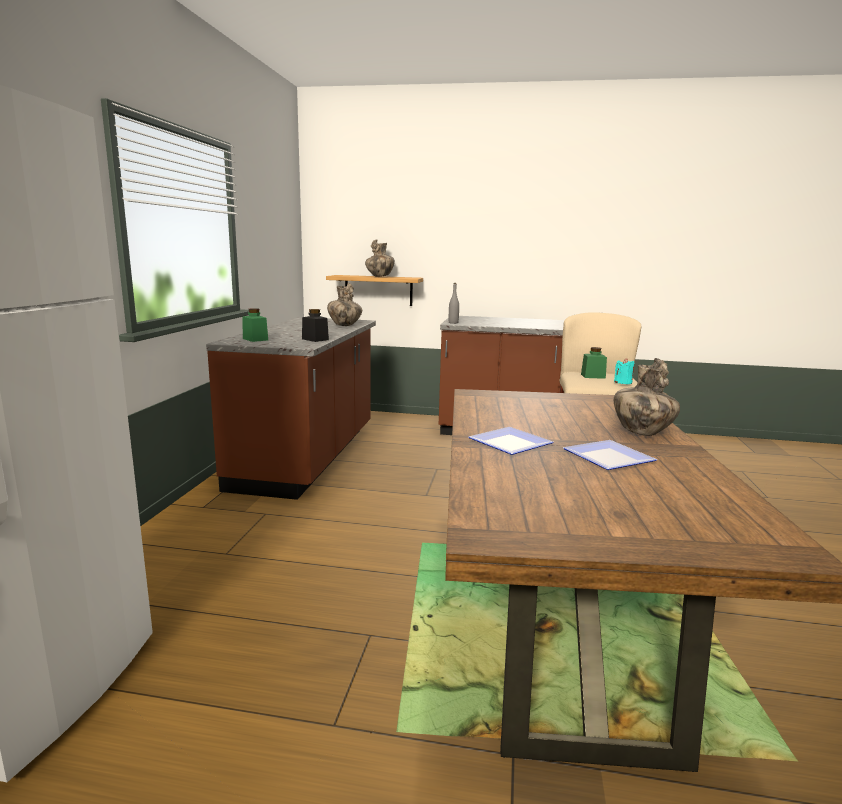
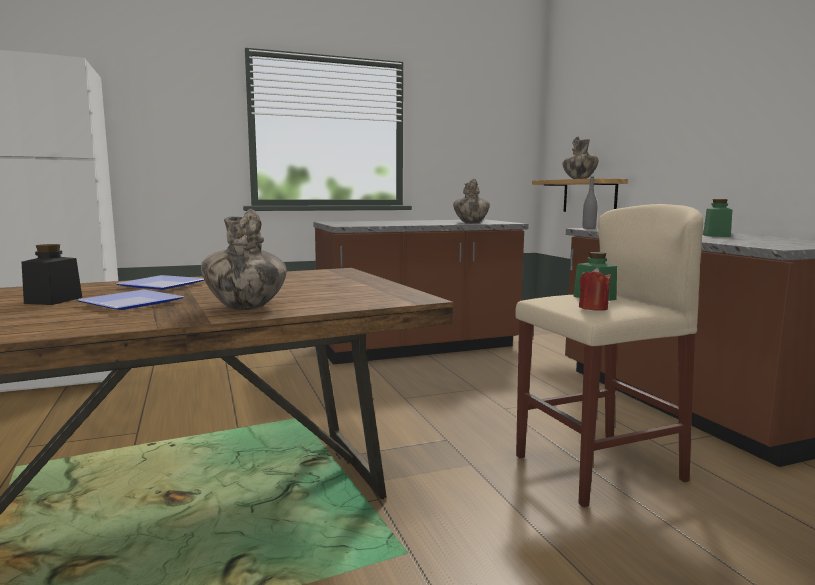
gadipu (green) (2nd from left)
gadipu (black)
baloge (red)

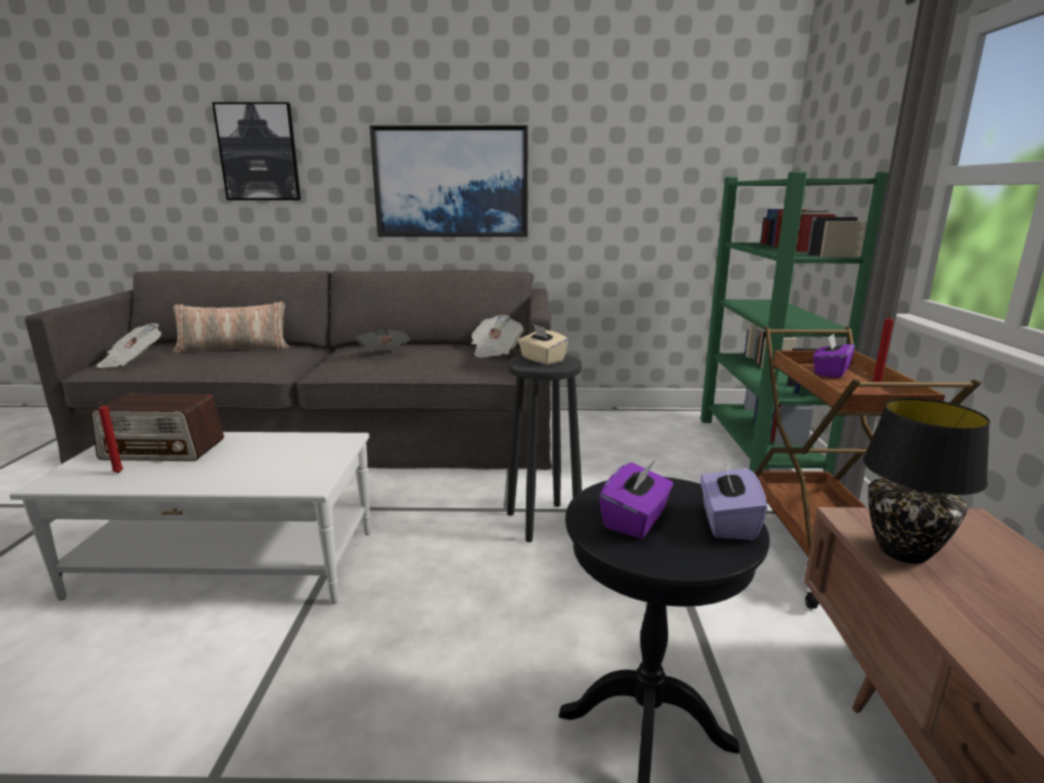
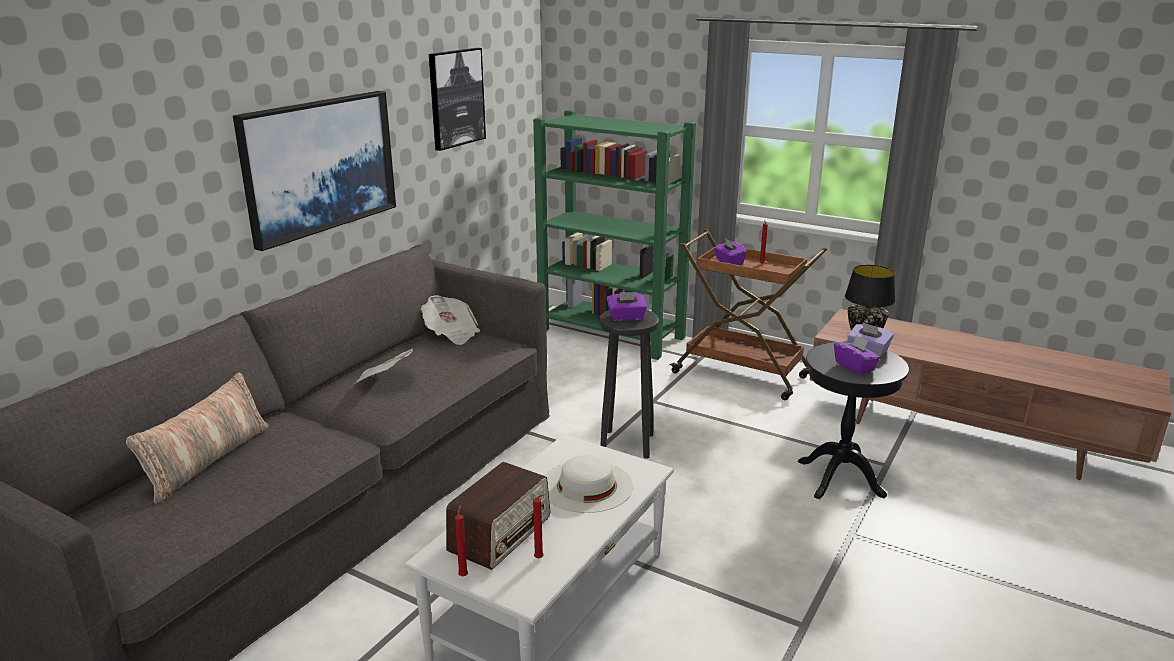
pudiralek (1st from left in the first image)
baloge (red) (1st from left)
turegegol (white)
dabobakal (2nd from left)
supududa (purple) (1st from left)

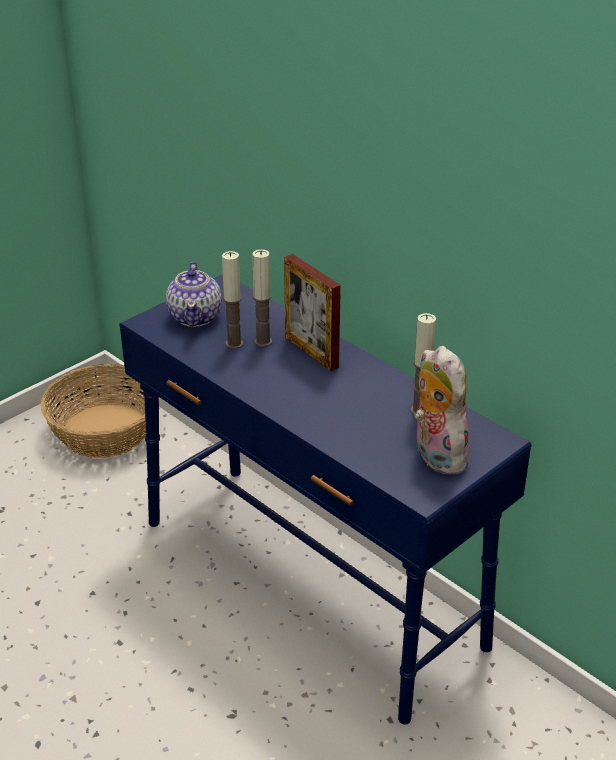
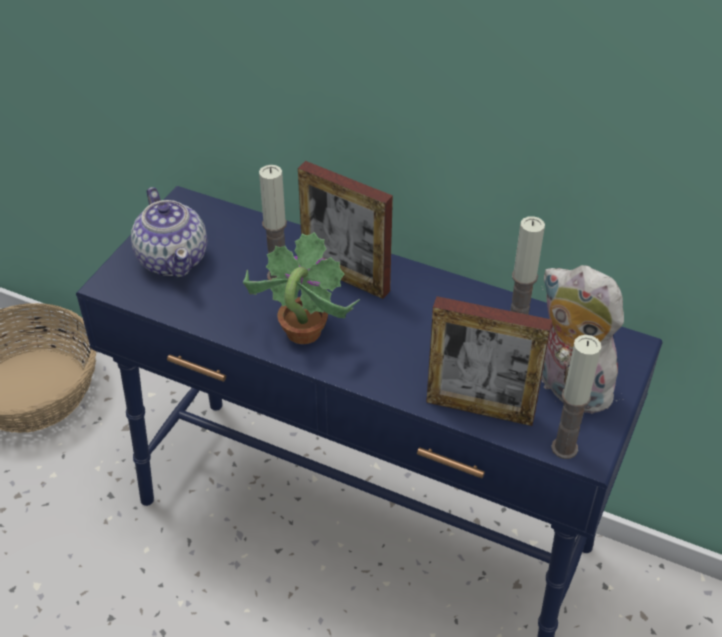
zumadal
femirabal (2nd from left)
baloge (3rd from left)

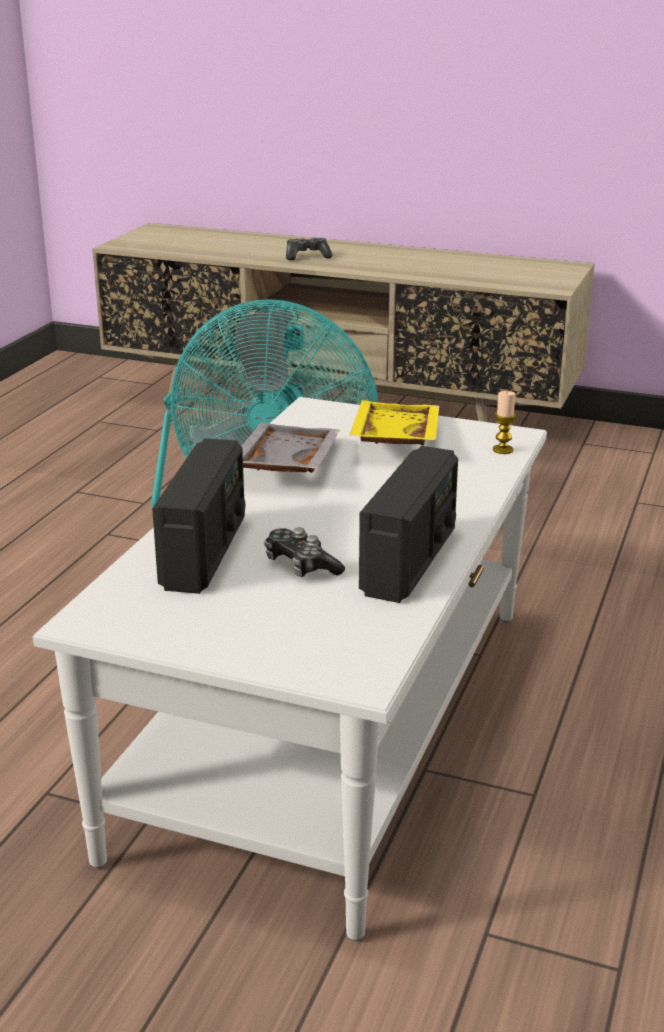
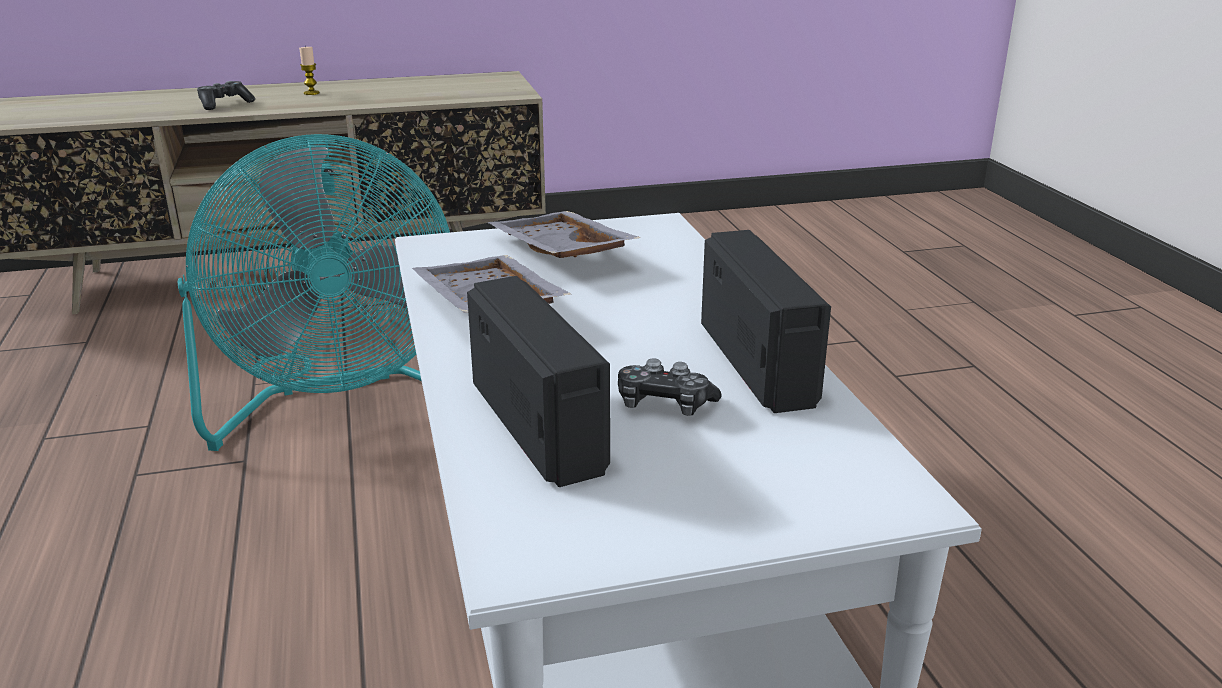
baloge
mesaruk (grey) (2nd from left)

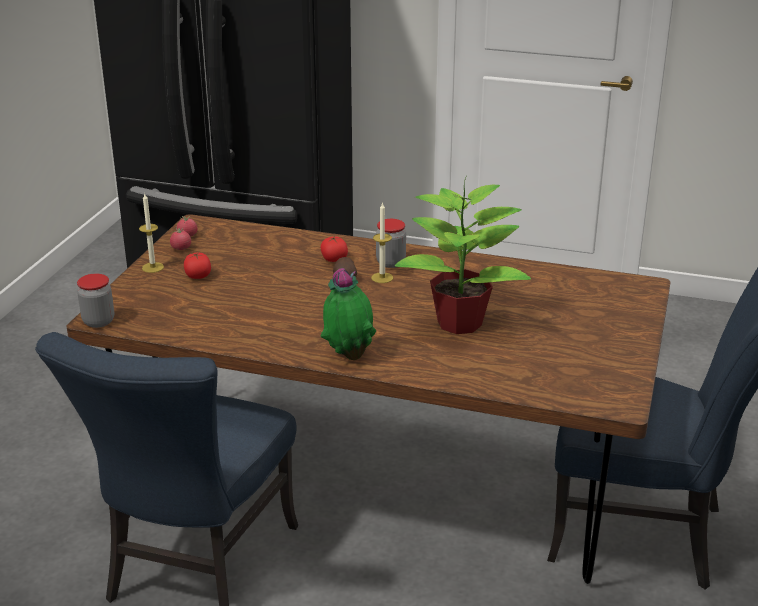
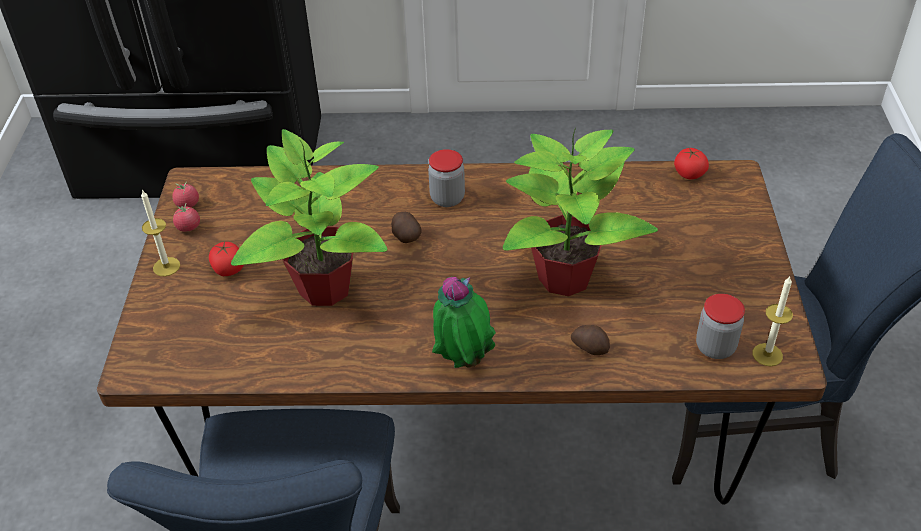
zumadal (1st from left)
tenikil (2nd from left)
gadipu (2nd from left)
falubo (4th from left)
baloge (2nd from left)

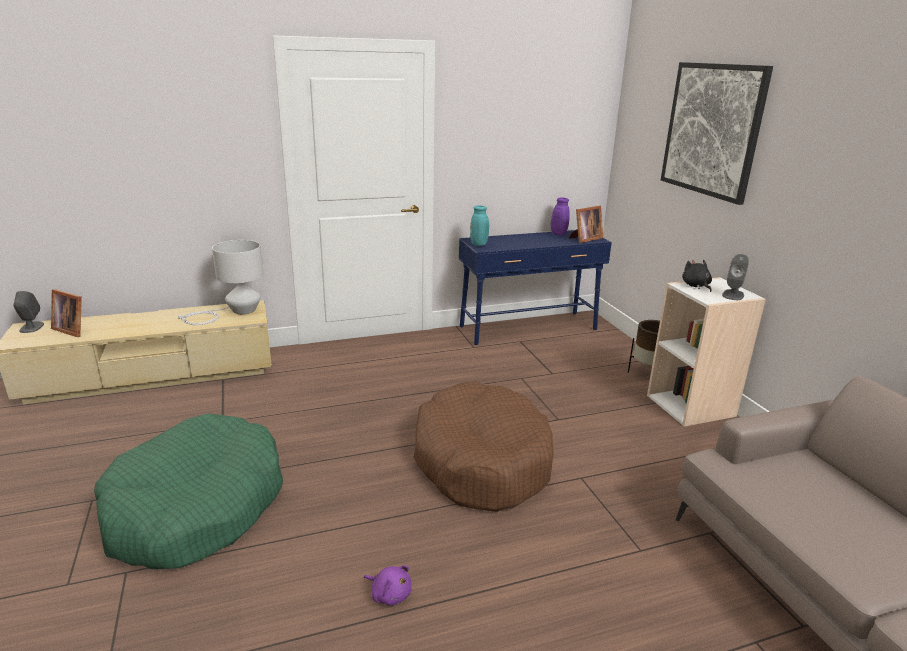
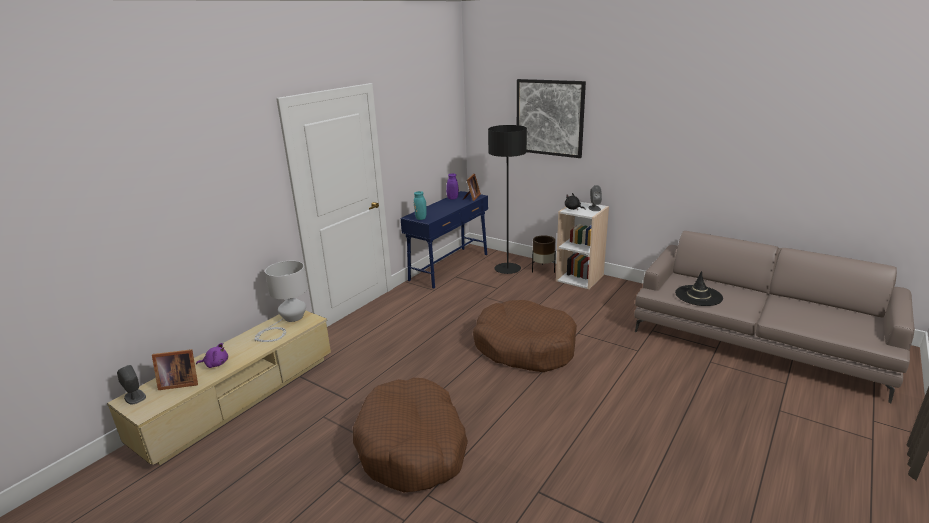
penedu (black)
turegegol (black)
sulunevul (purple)
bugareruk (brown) (1st from left)

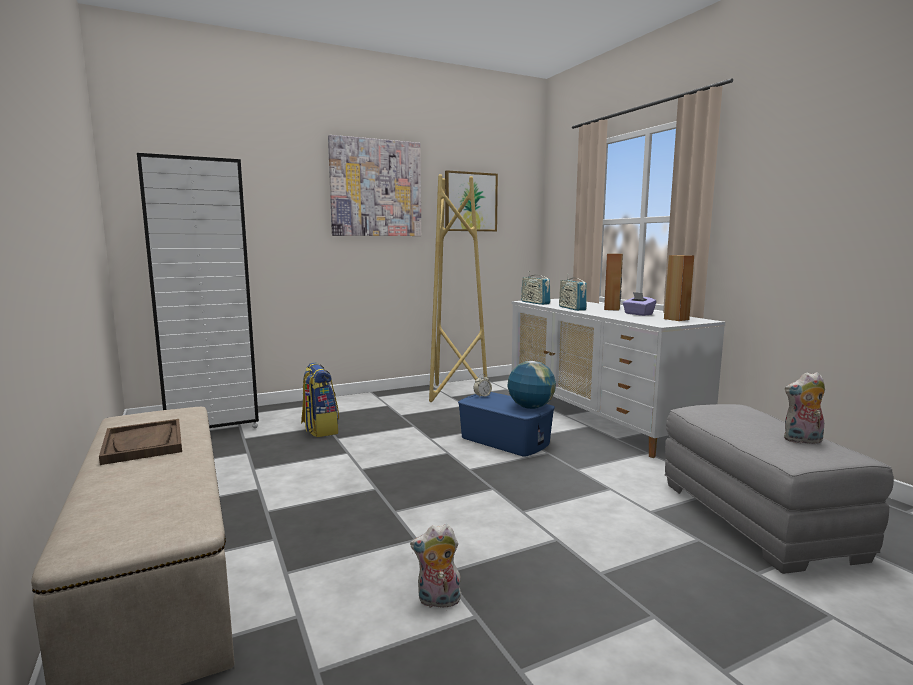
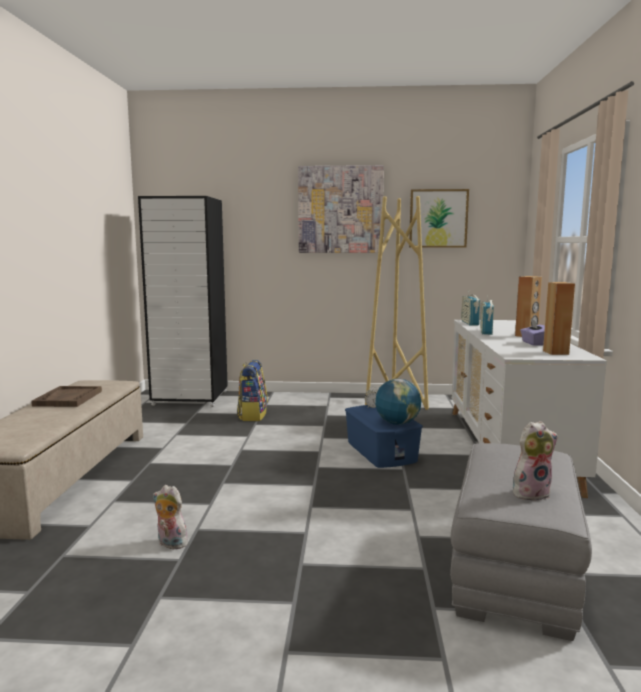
sulunevul (2nd from left)

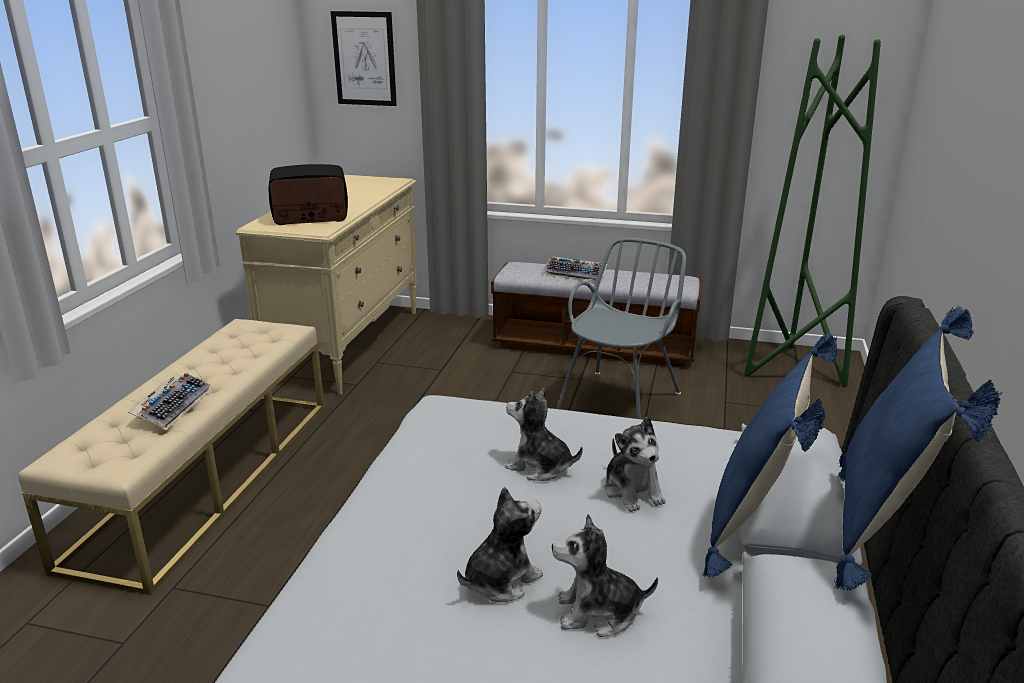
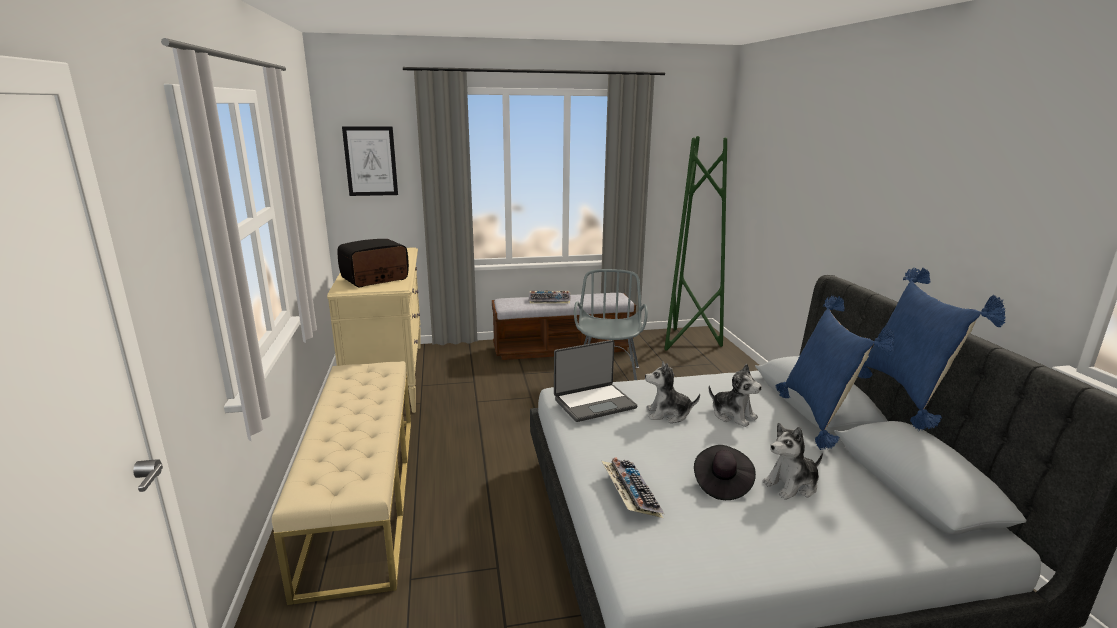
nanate
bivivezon (2nd from left)
turegegol (black)

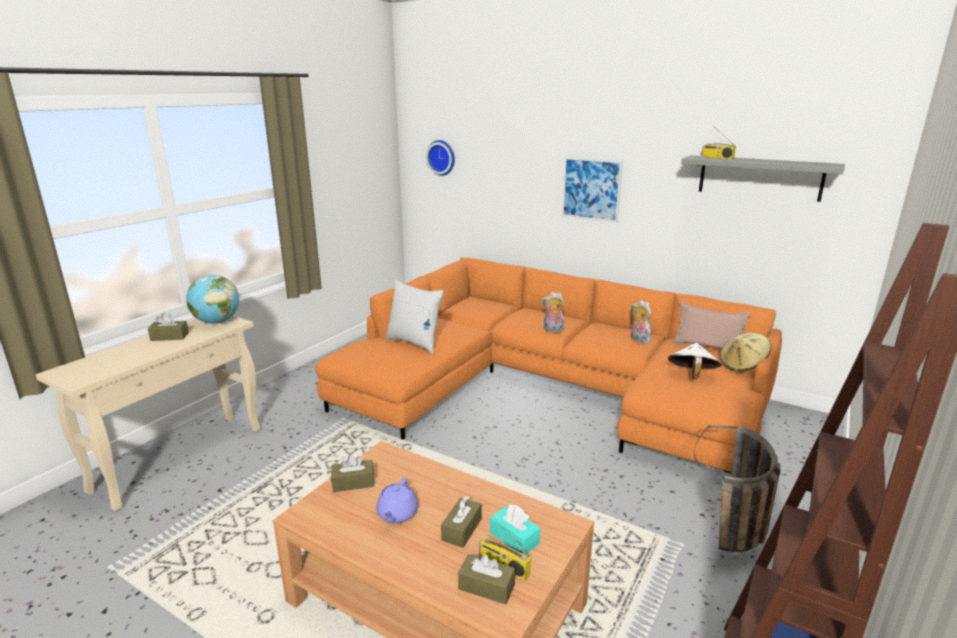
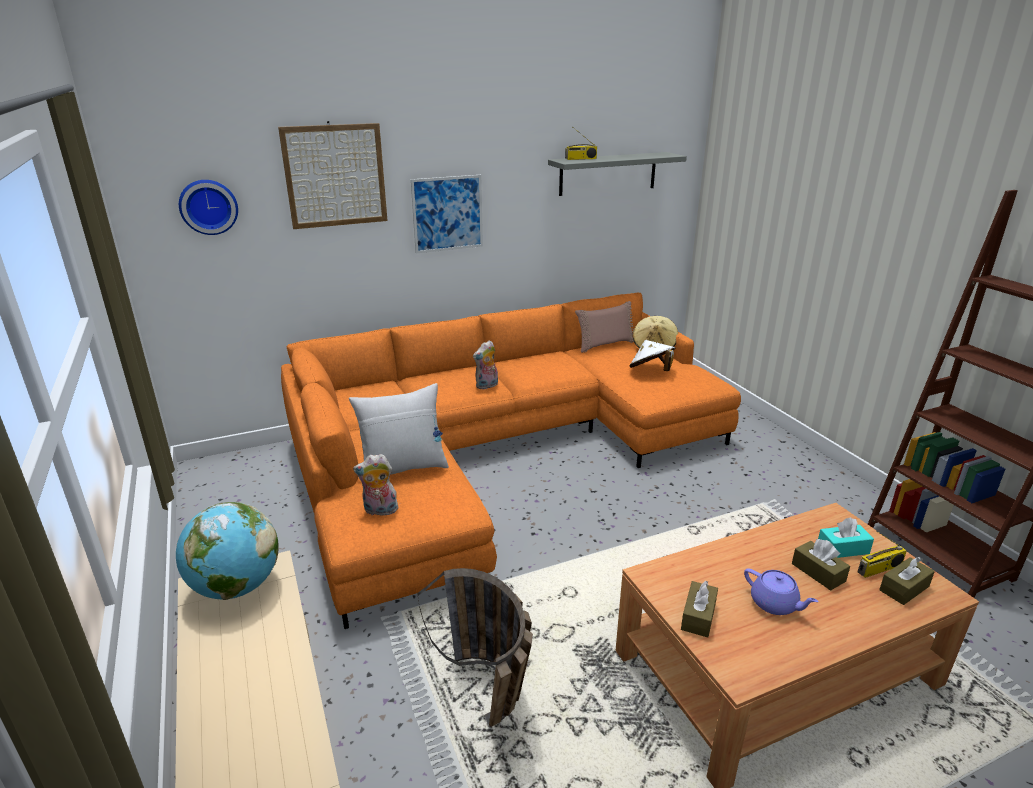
supududa (brown) (1st from left in the first image)
dabobakal (1st from left)
sulunevul (1st from left)
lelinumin

